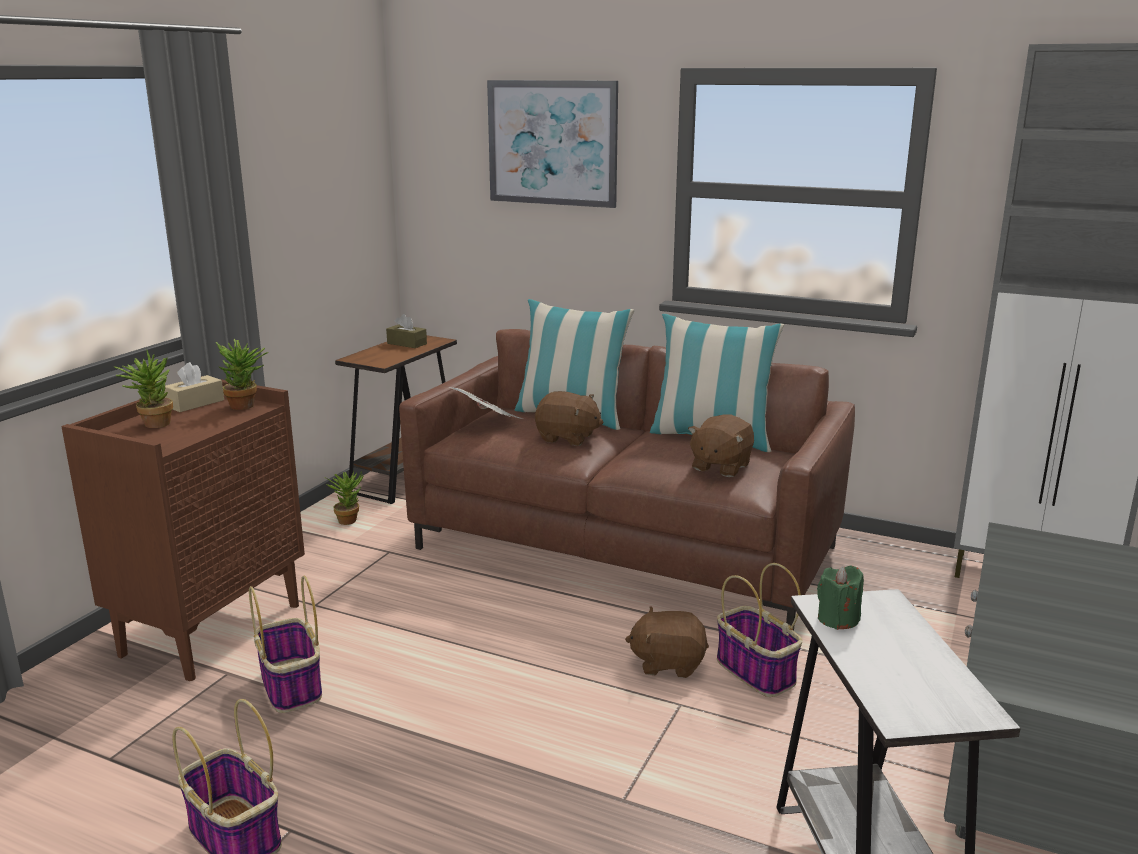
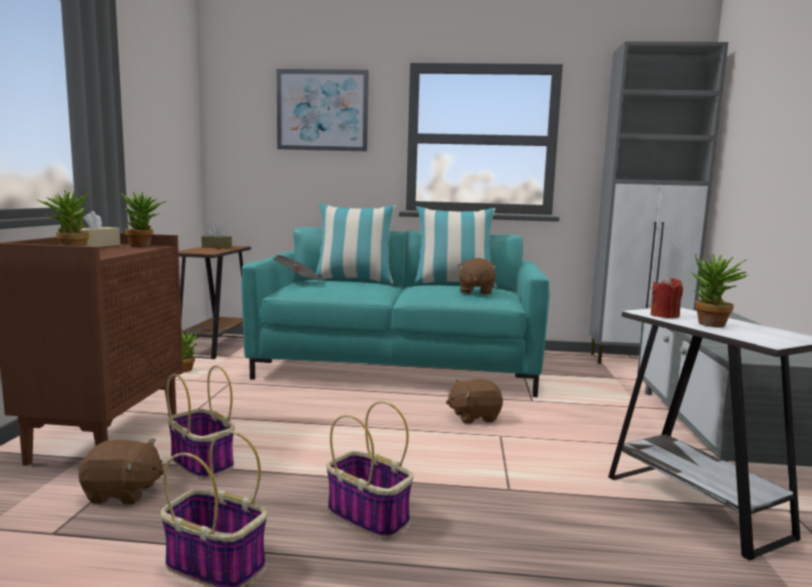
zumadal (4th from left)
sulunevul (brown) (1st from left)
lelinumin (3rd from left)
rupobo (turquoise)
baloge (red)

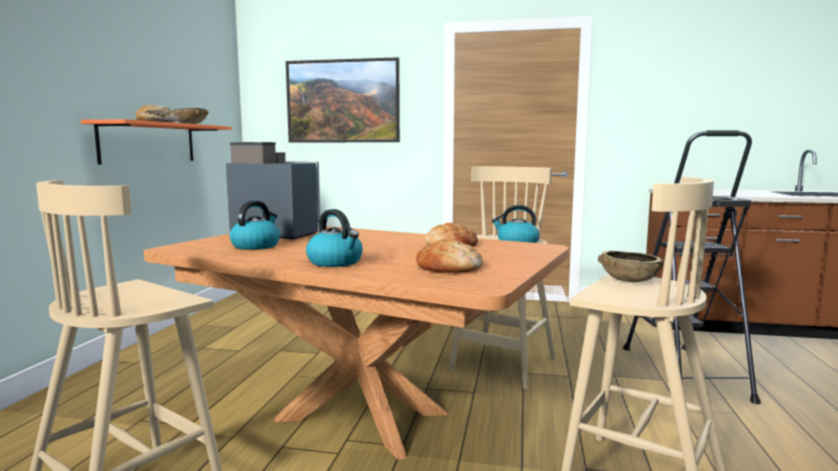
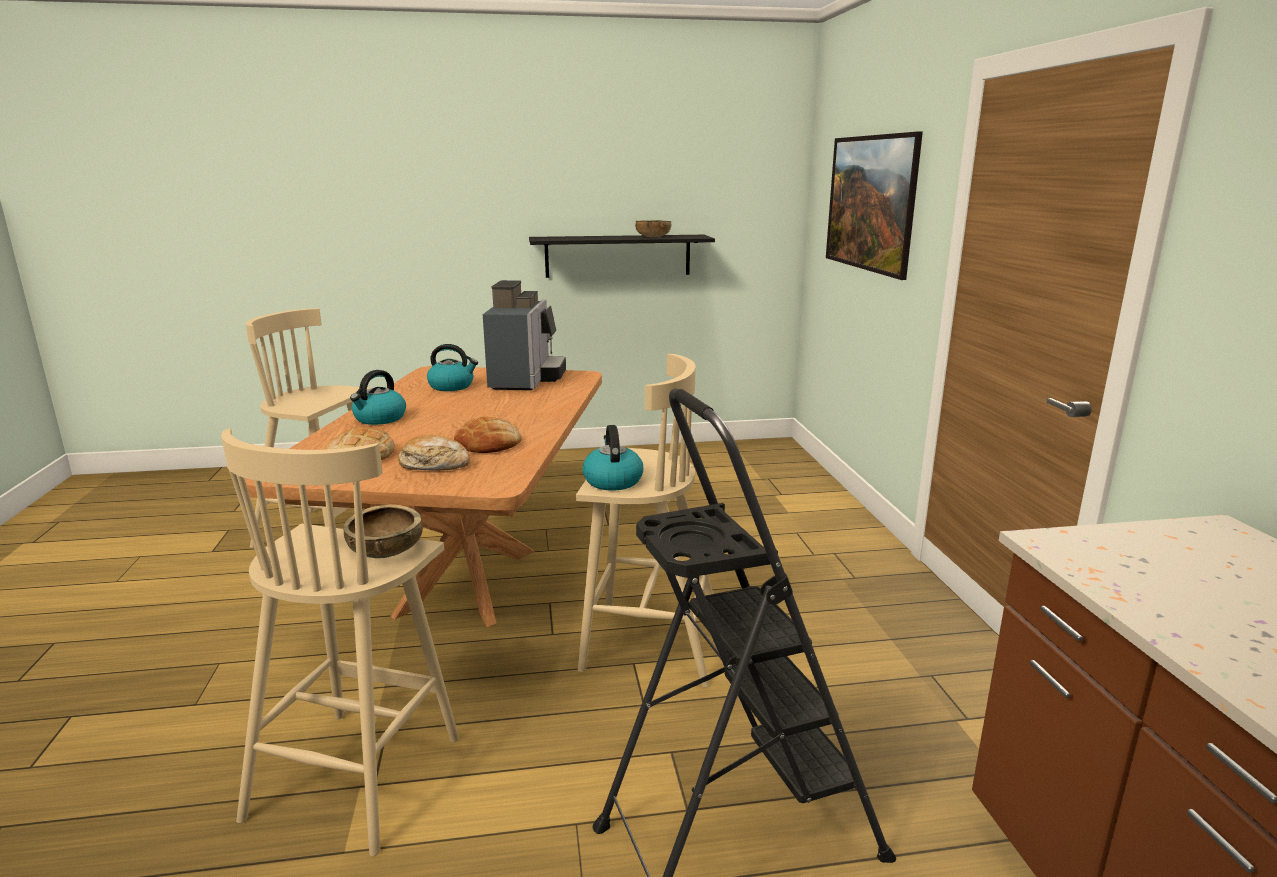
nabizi (2nd from left)
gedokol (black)

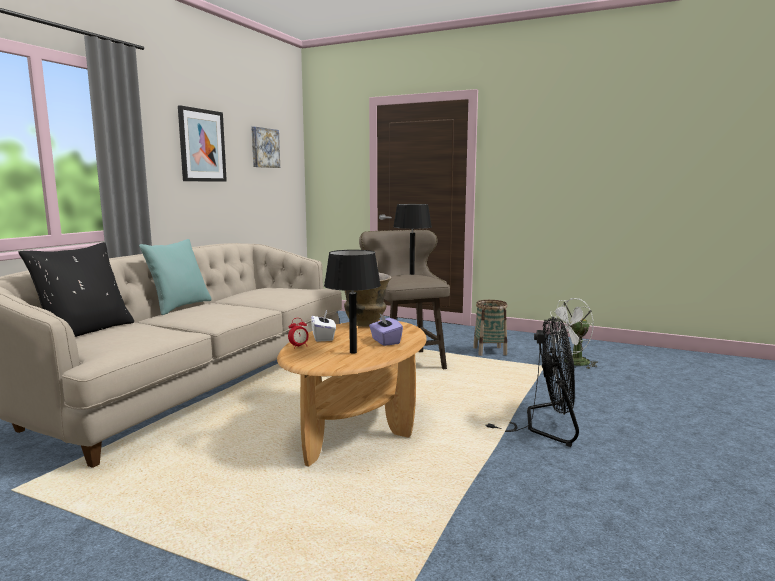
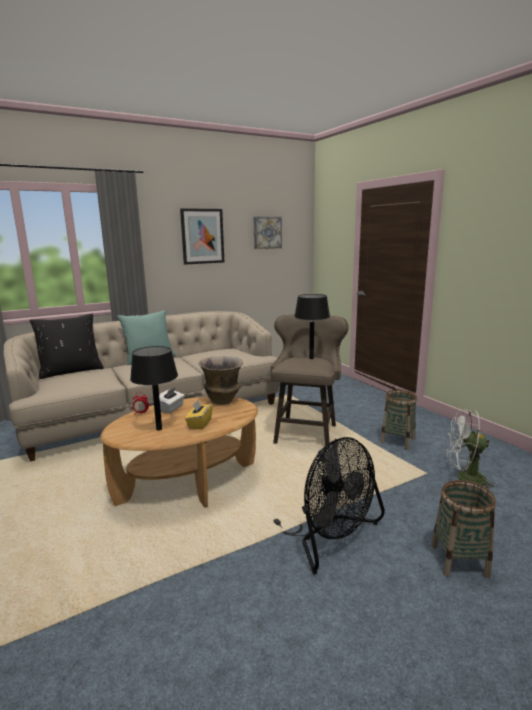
lelinumin (2nd from left)
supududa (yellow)

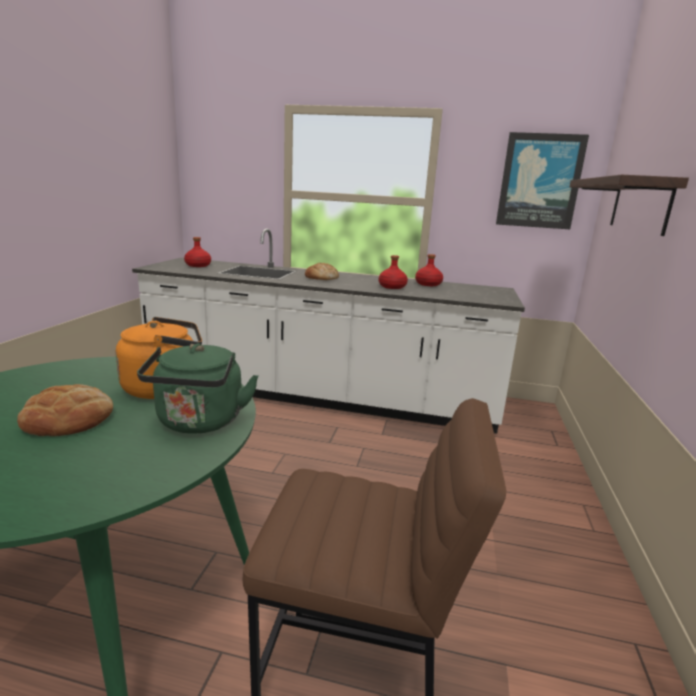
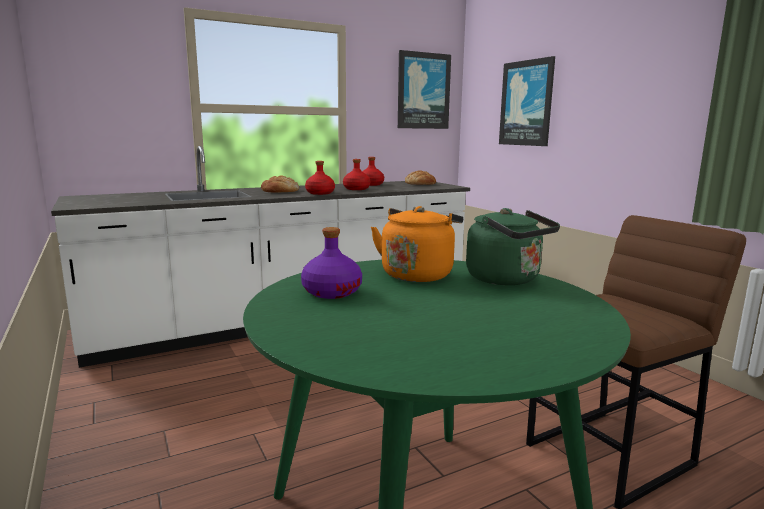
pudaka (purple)
nabizi (2nd from left)
pudaka (red) (1st from left)
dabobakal (2nd from left)

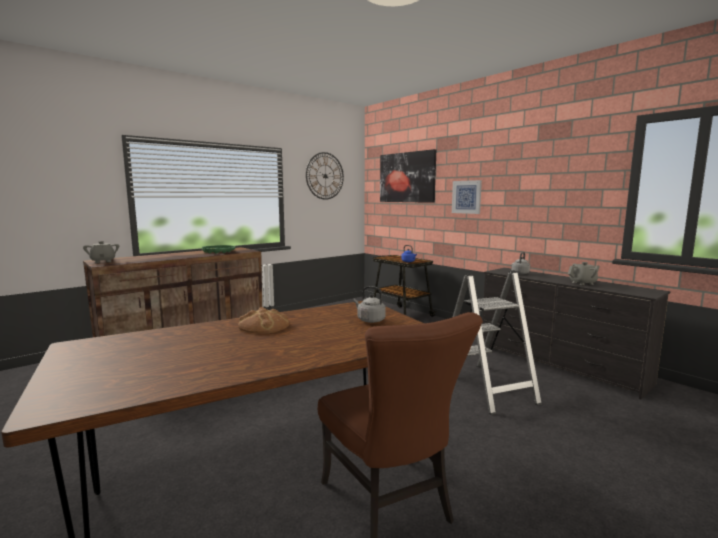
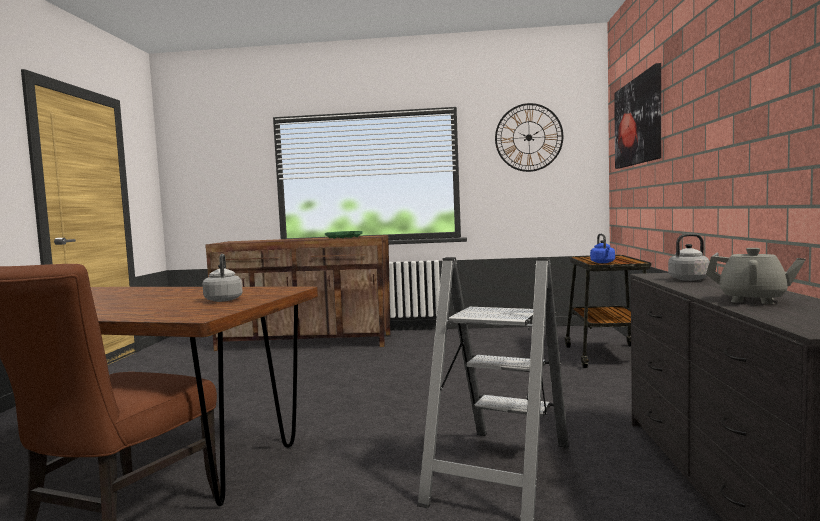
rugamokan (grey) (1st from left in the first image)
nabizi
dabobakal (2nd from left in the first image)

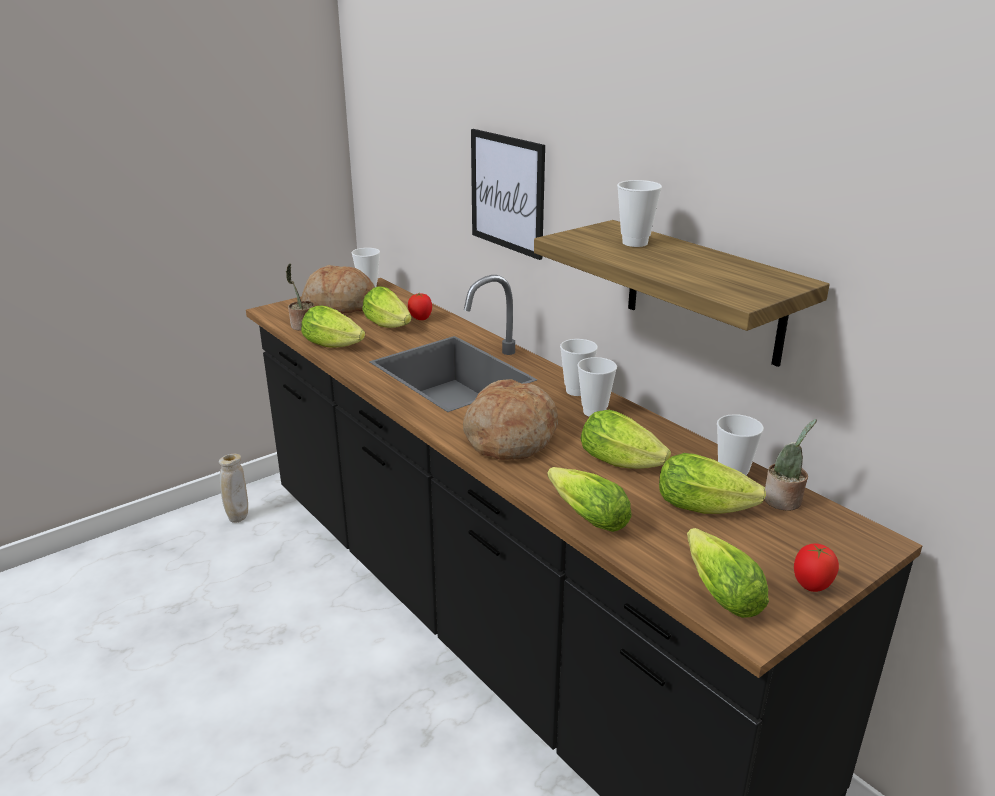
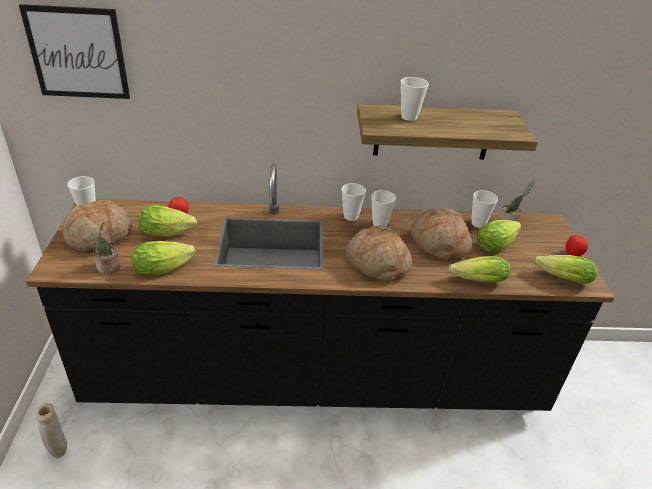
dabobakal
nabizi (3rd from left)

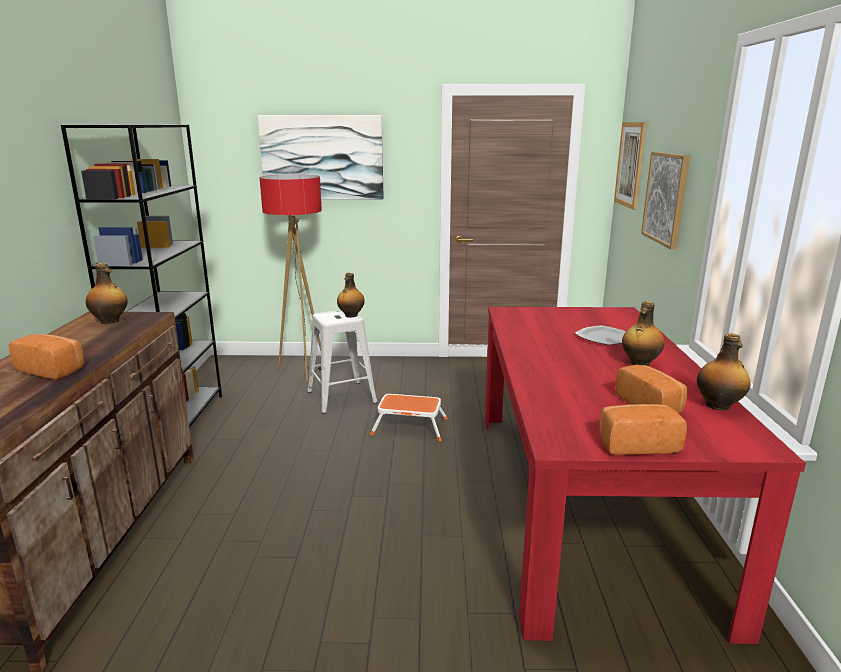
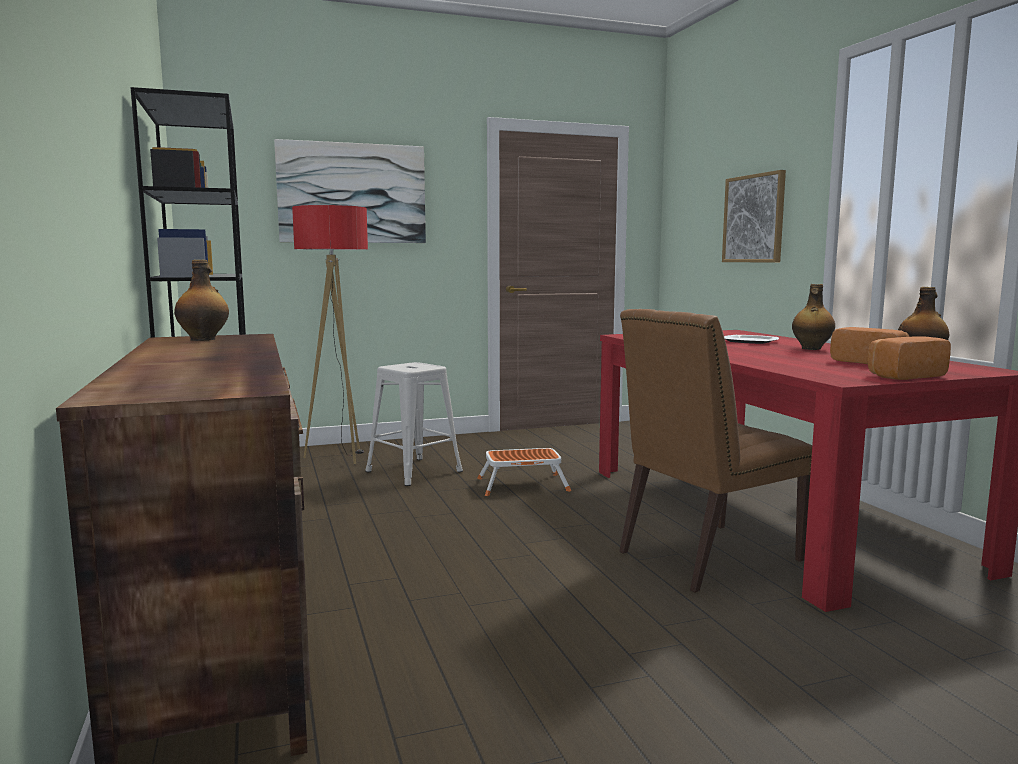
nabizi (1st from left in the first image)
pudaka (2nd from left in the first image)
dabobakal (2nd from left in the first image)
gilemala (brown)

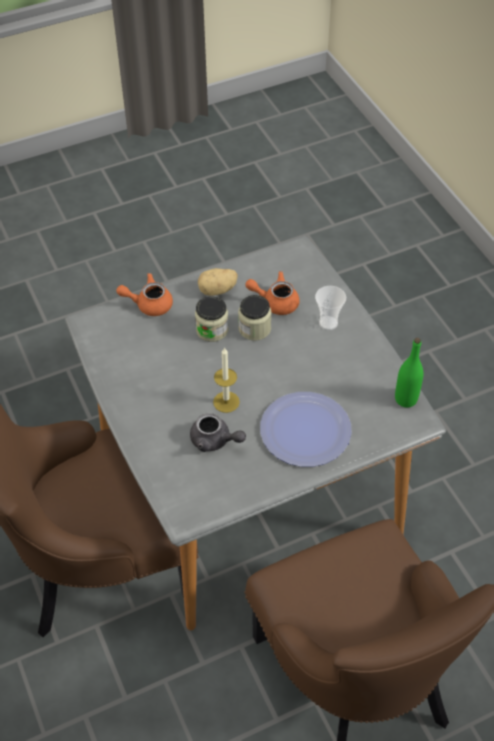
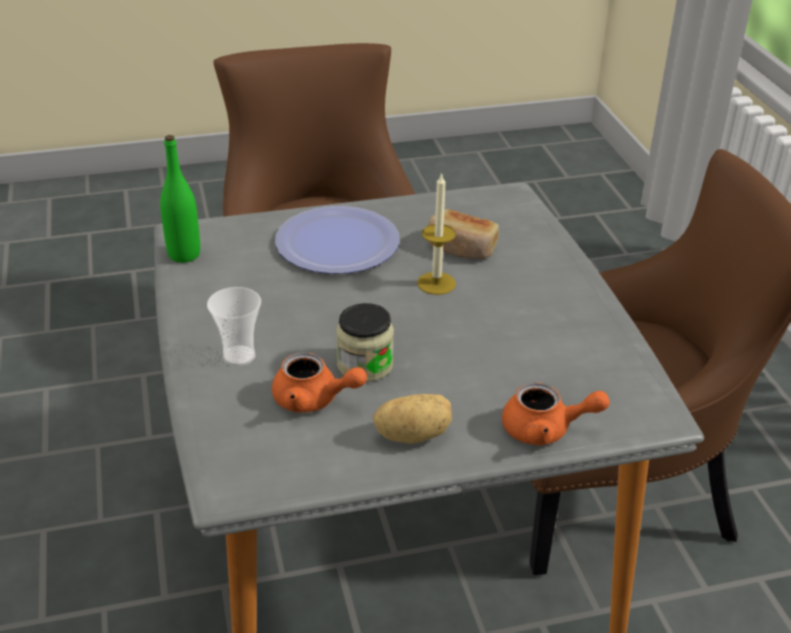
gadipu (1st from left in the first image)
nabizi

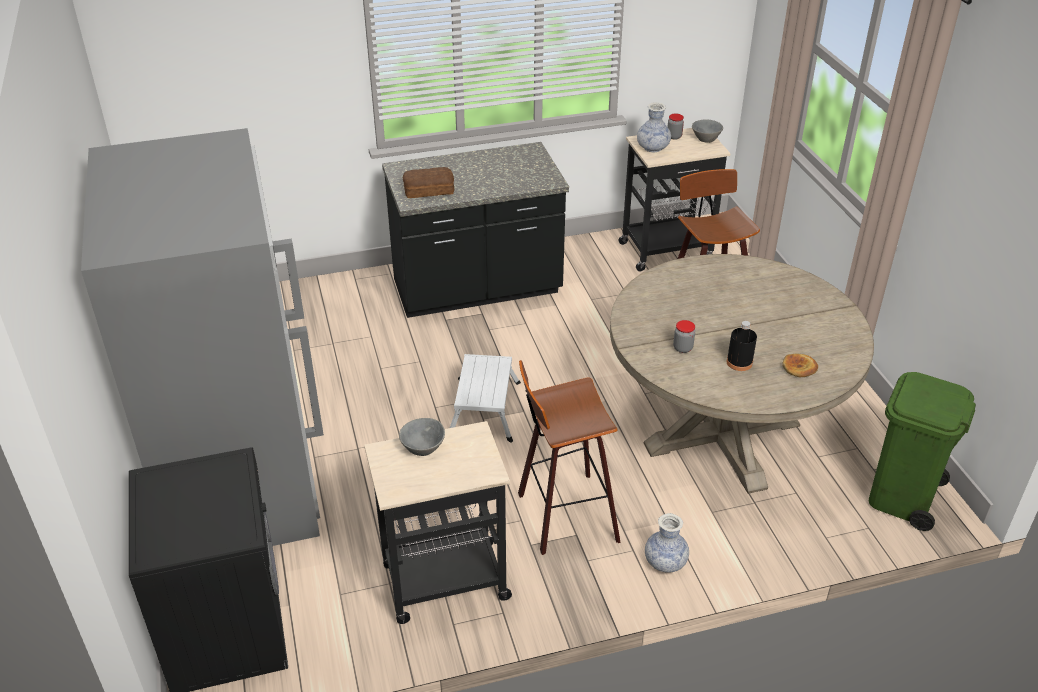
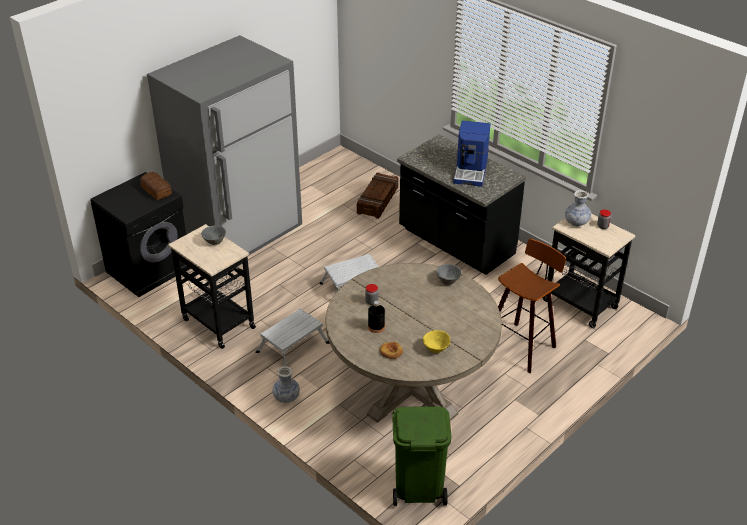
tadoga
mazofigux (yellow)
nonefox
nabizi (1st from left)
mazofigux (grey) (2nd from left)
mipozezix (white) (1st from left)

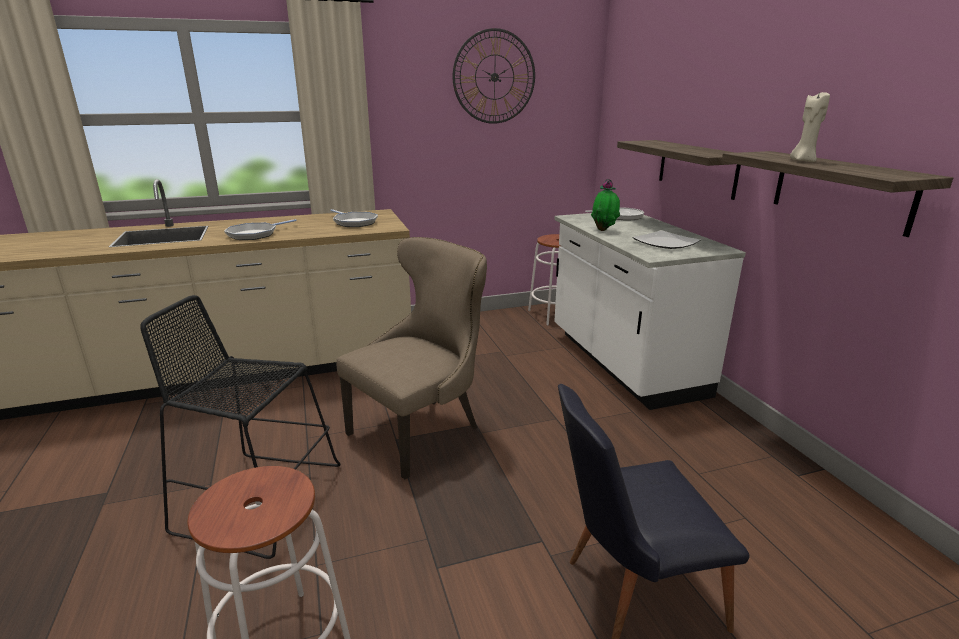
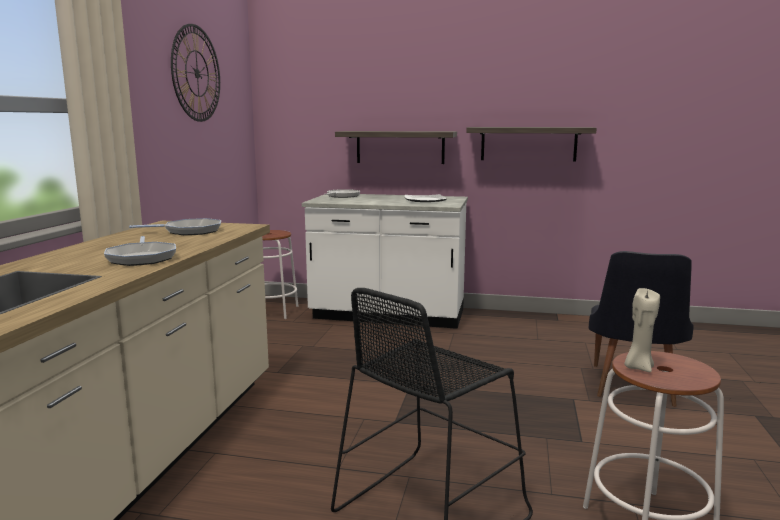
gilemala (beige)
zumadal
baloge (beige)

